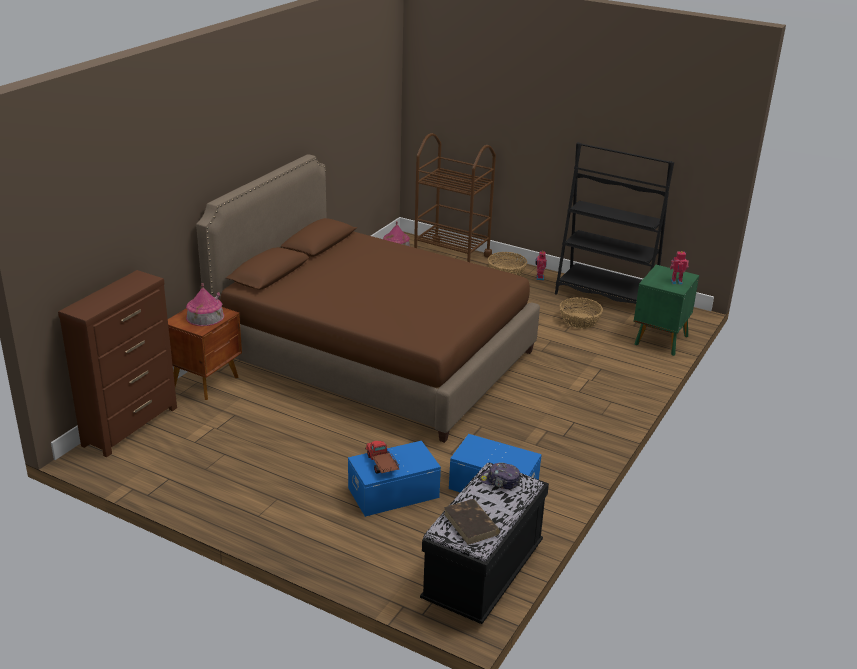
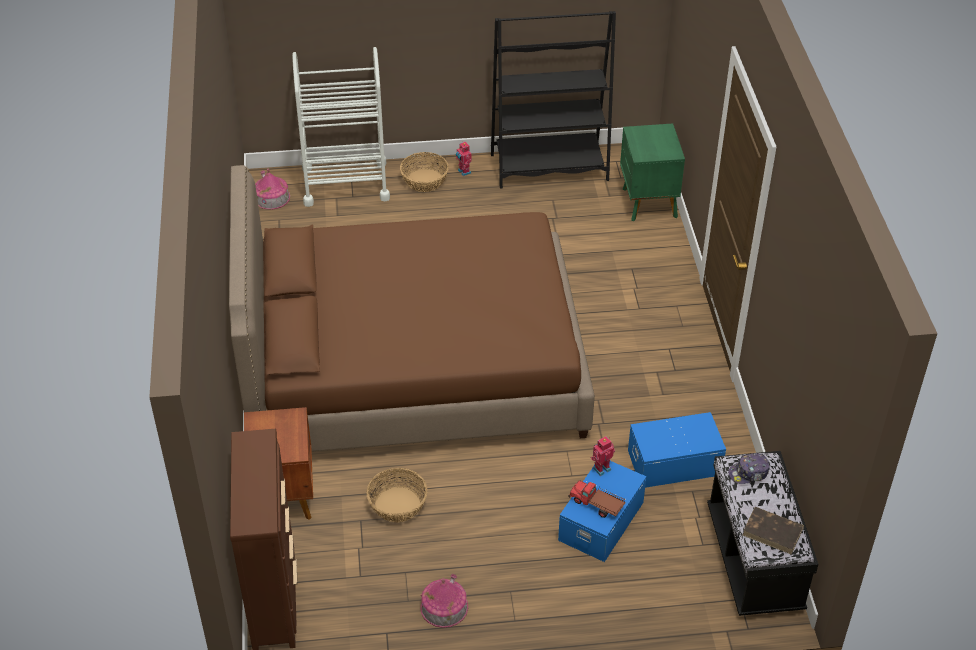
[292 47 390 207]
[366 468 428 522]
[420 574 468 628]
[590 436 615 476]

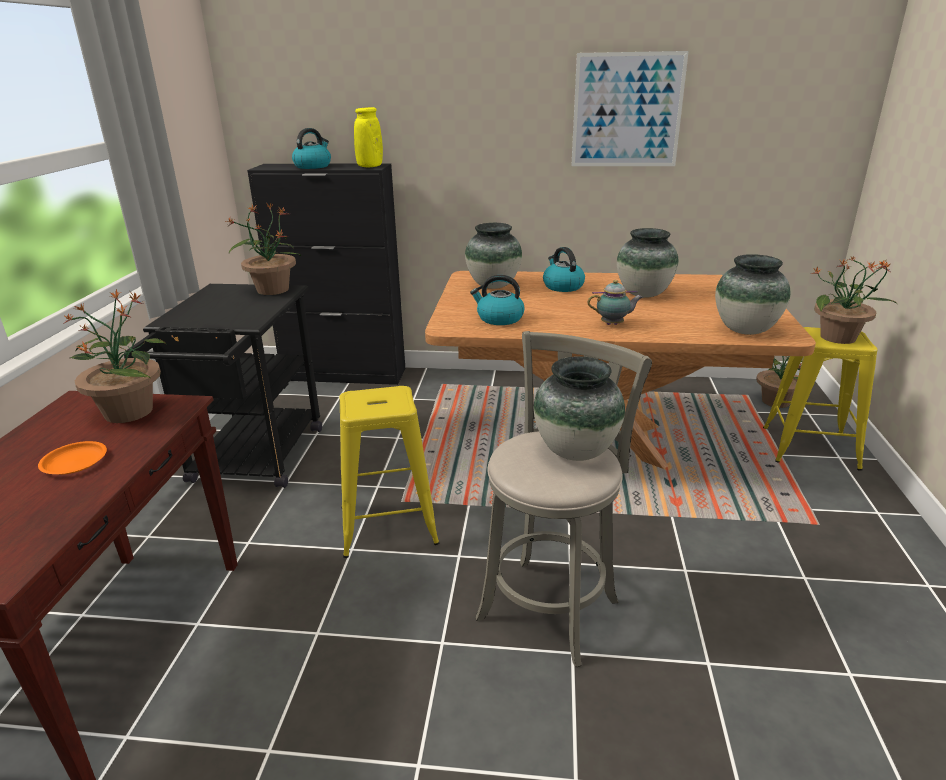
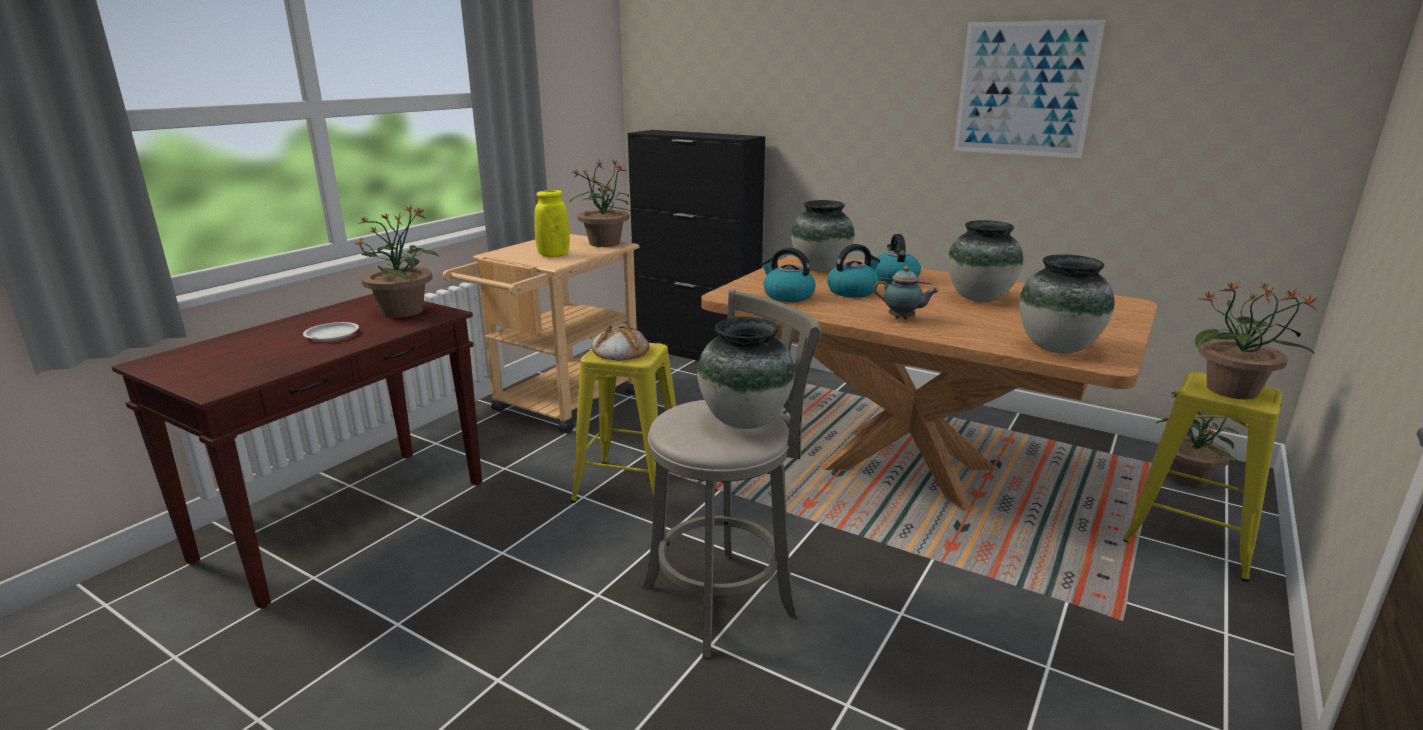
[303 322 359 341]
[442 234 640 434]
[534 190 570 257]
[592 325 649 361]
[827 244 880 298]

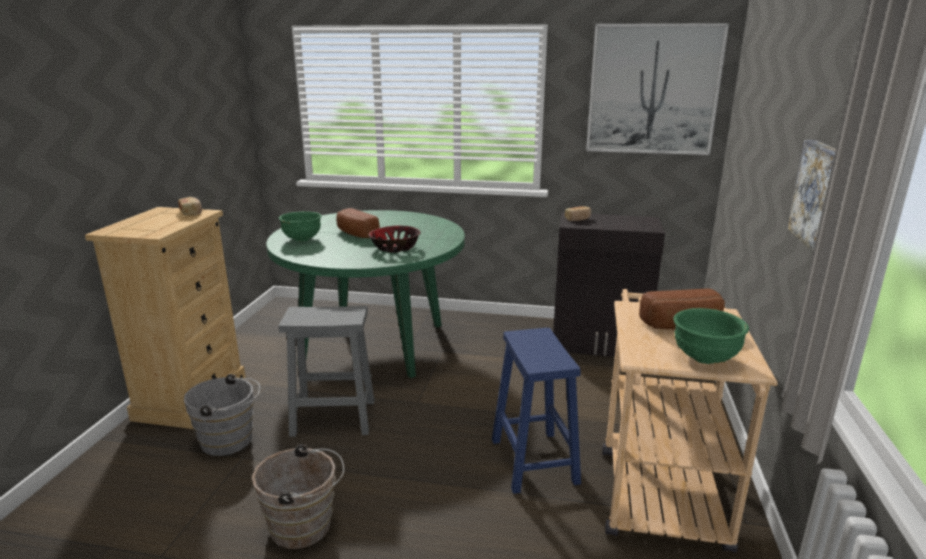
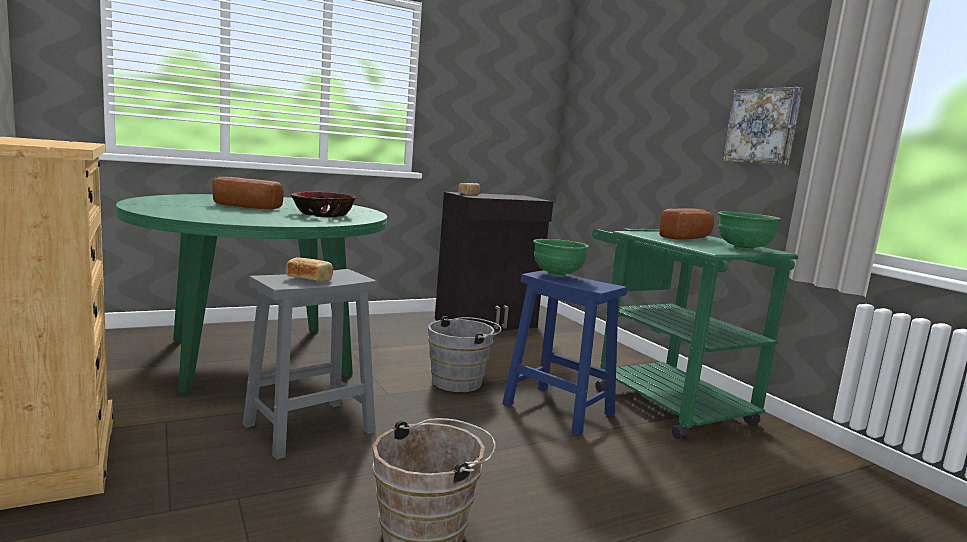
[286 257 333 282]
[428 316 501 392]
[533 239 589 277]
[592 229 798 439]
[586 23 729 155] (first image)

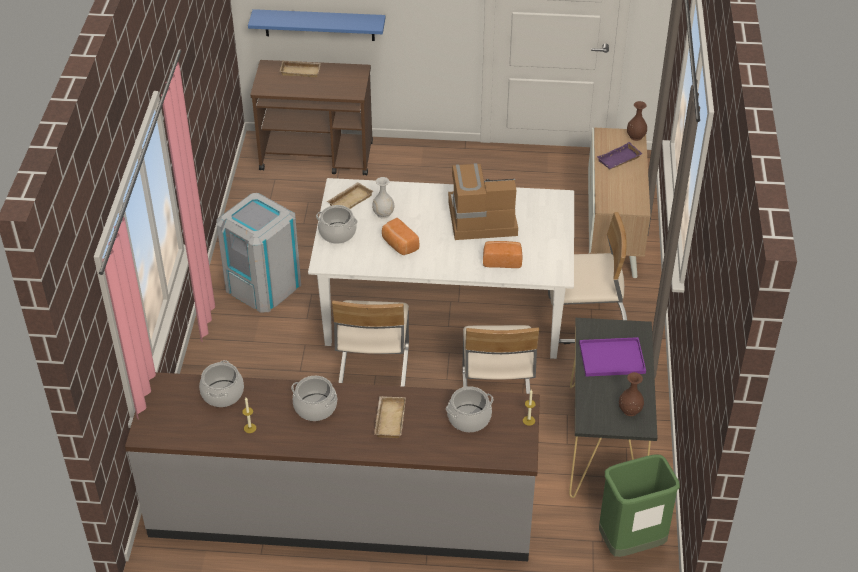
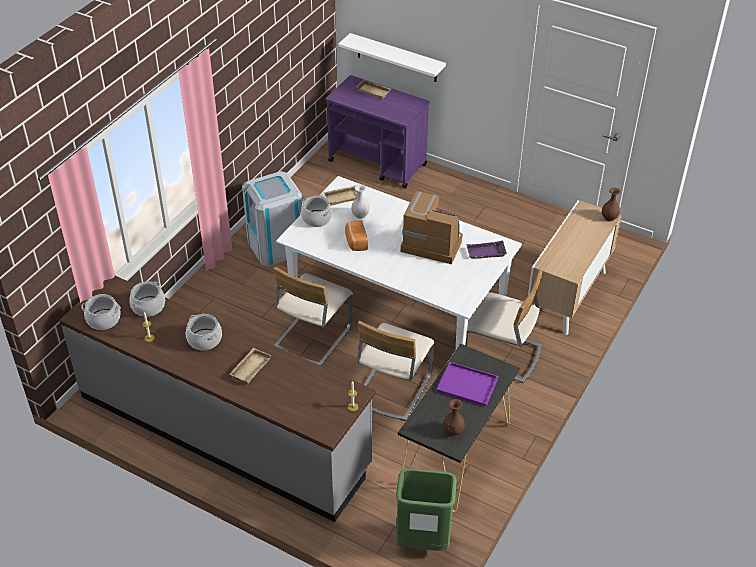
[81 294 121 330]
[326 75 430 189]
[338 33 446 82]
[466 241 507 259]
[483 241 522 268] (first image)

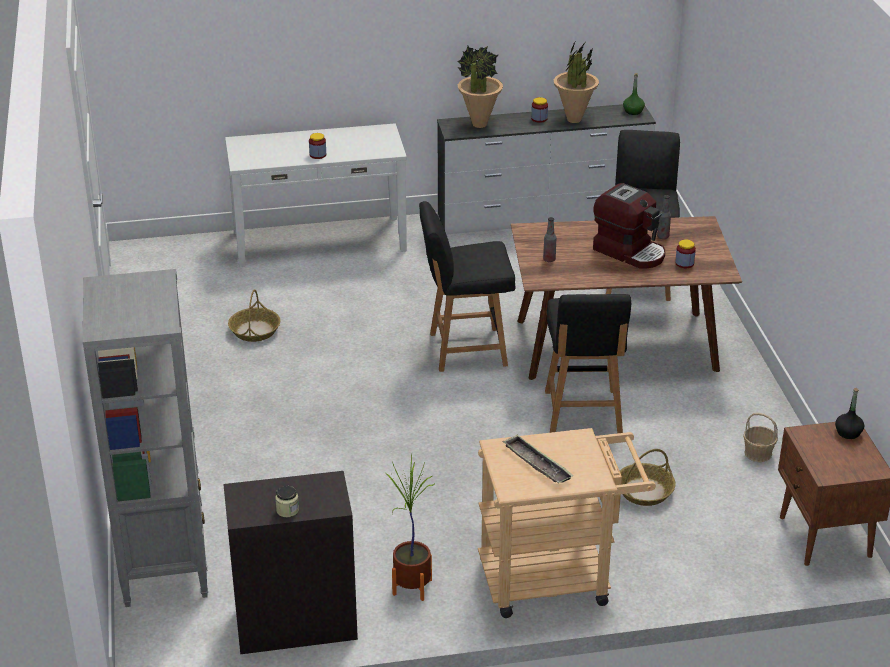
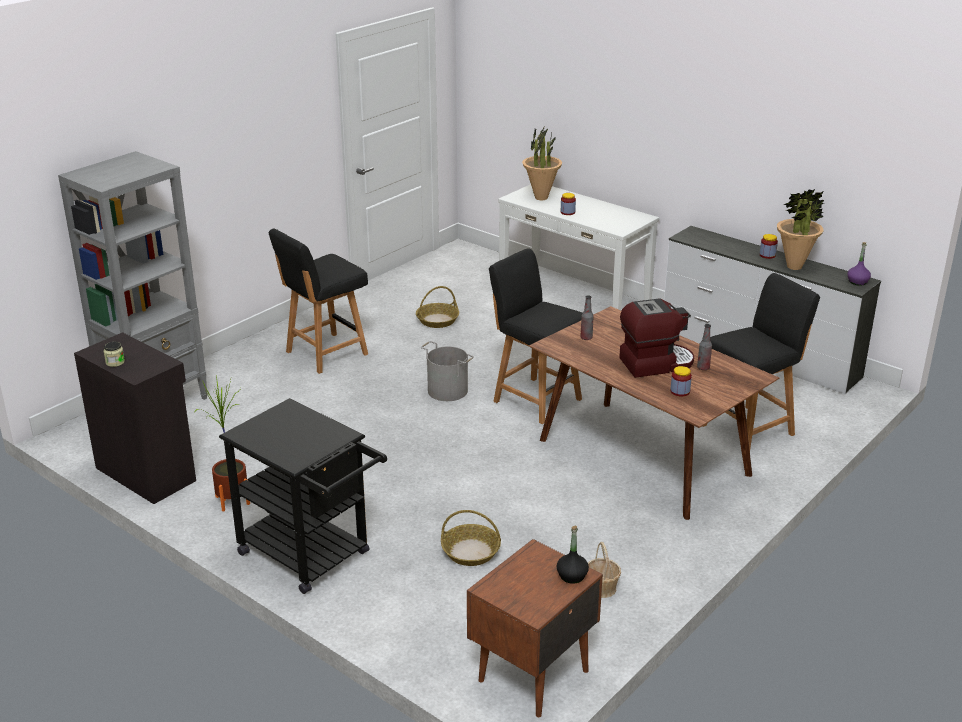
[219 398 387 594]
[269 229 368 374]
[421 341 474 401]
[522 128 562 200]
[619 298 694 378]
[847 242 871 286]
[503 434 574 483] (first image)

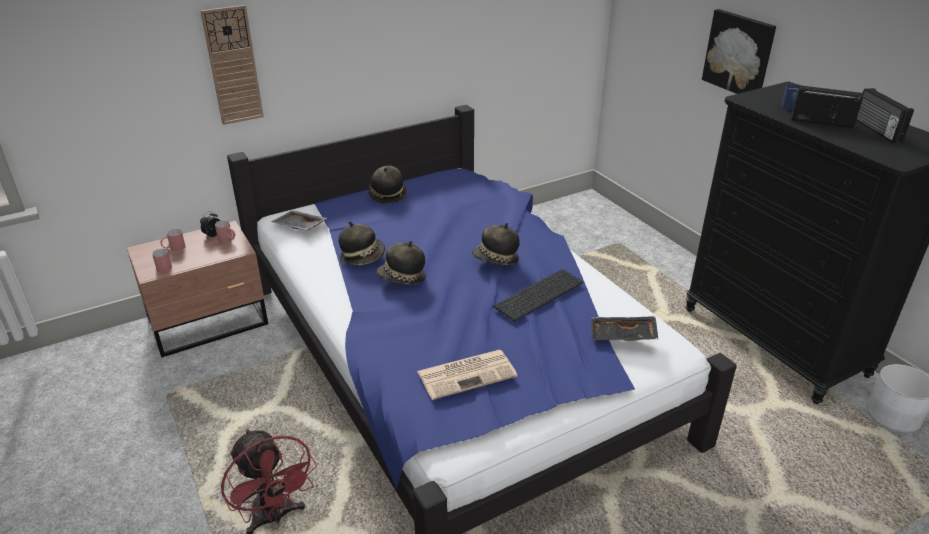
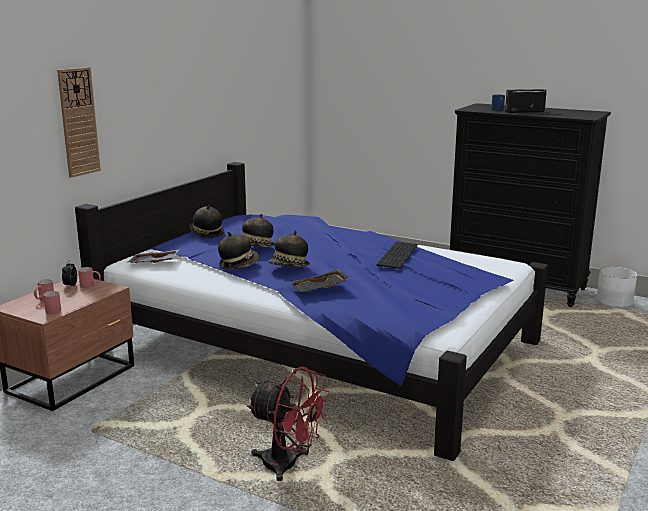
[242 214 275 247]
[290 270 350 292]
[417 350 517 400] (first image)
[702 9 776 94] (first image)
[856 88 914 143] (first image)

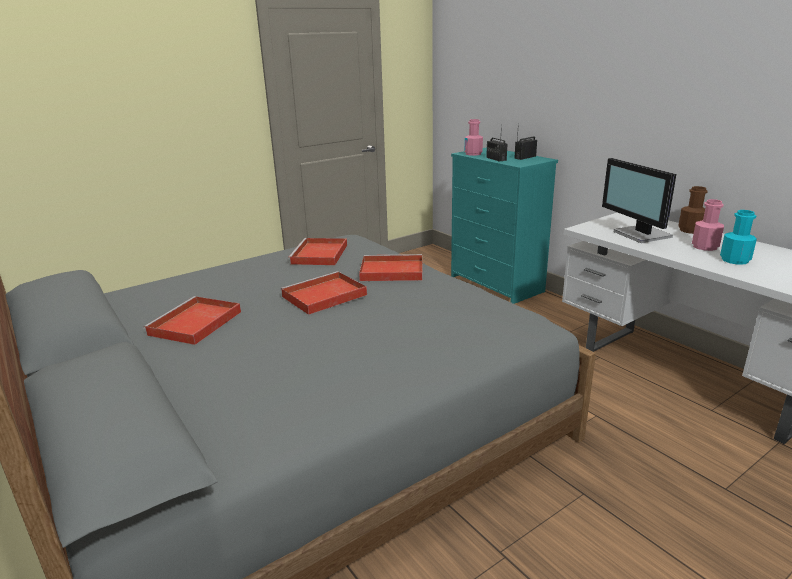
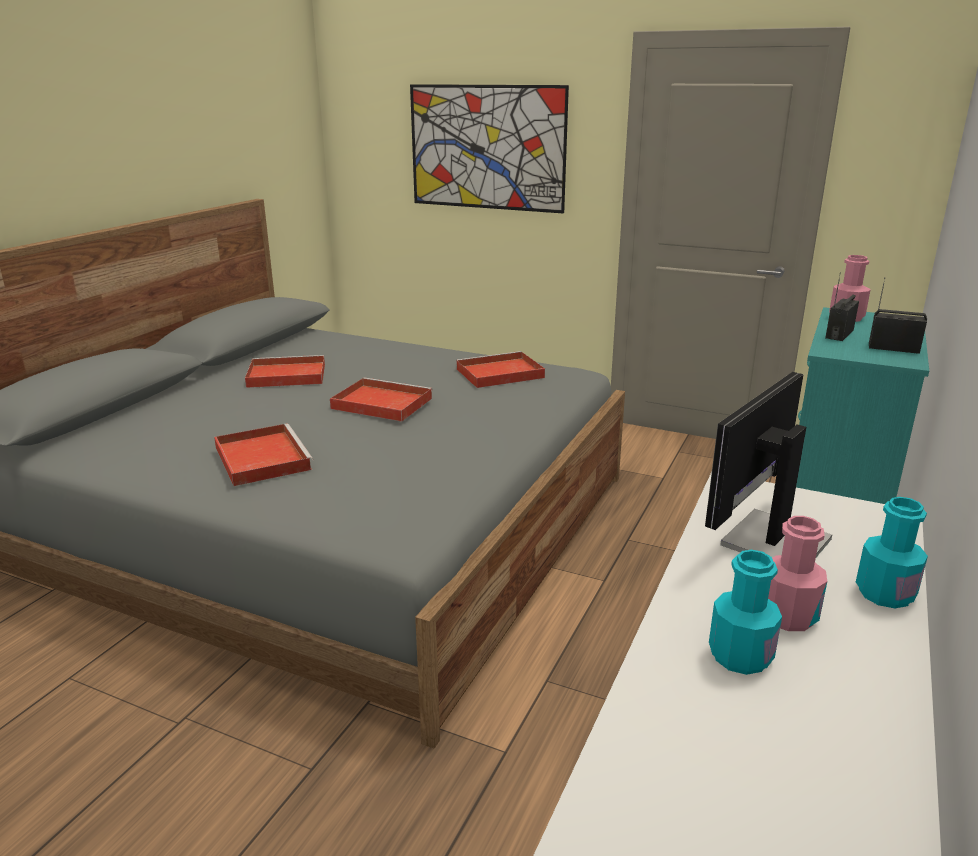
[214 424 314 486]
[410 84 569 214]
[856 497 928 608]

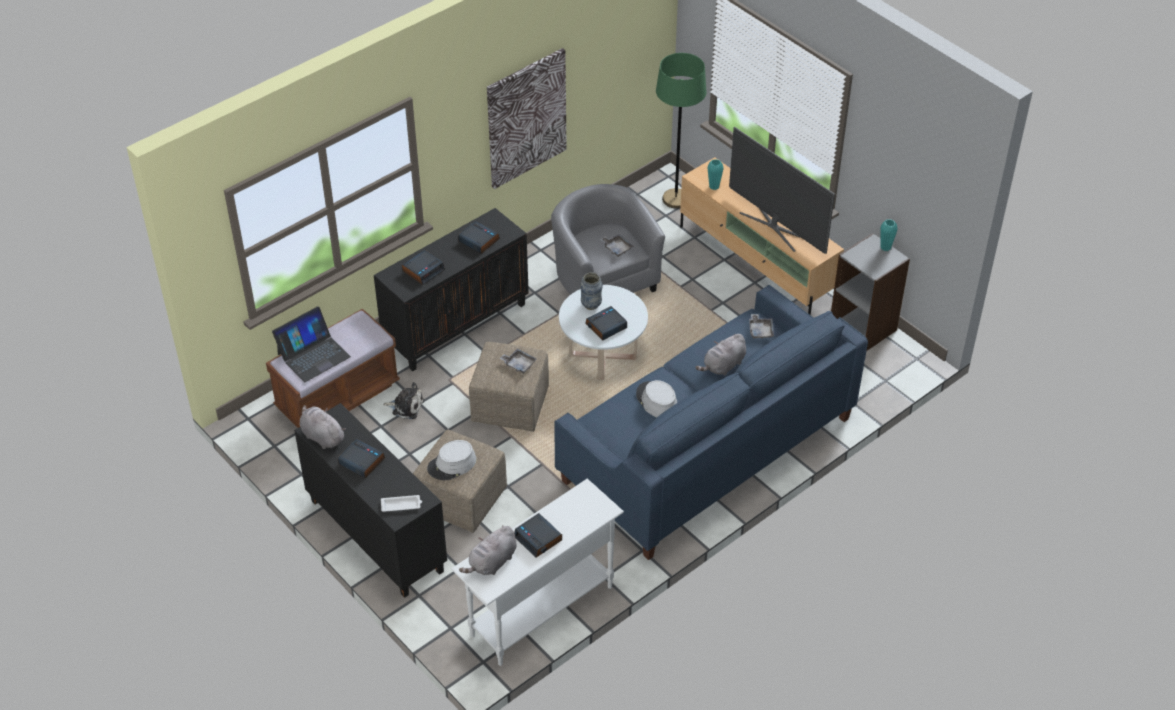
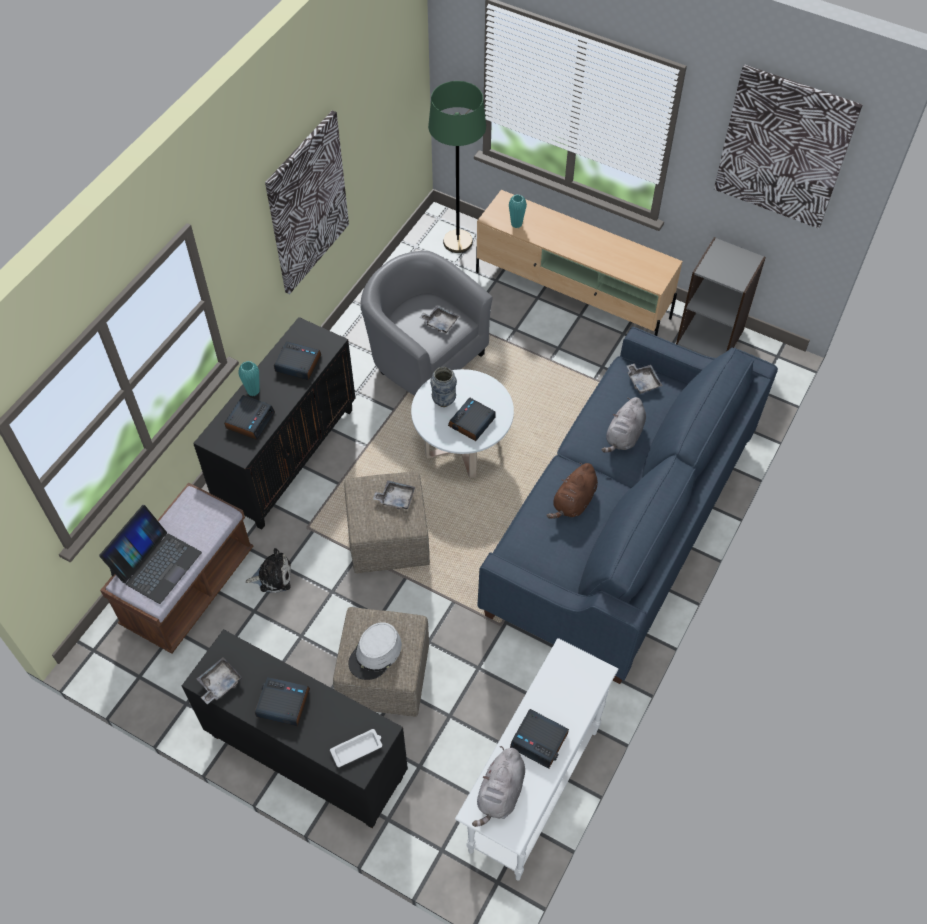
[197 658 243 704]
[238 361 260 396]
[546 463 598 519]
[714 65 863 229]
[729 127 835 254] (first image)

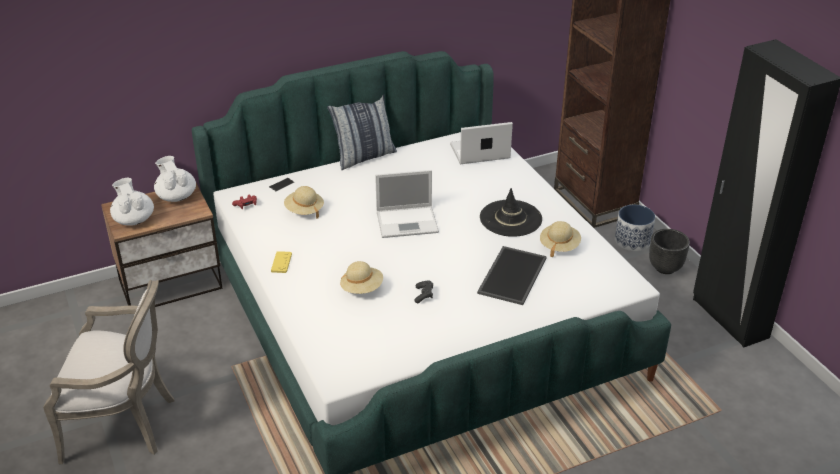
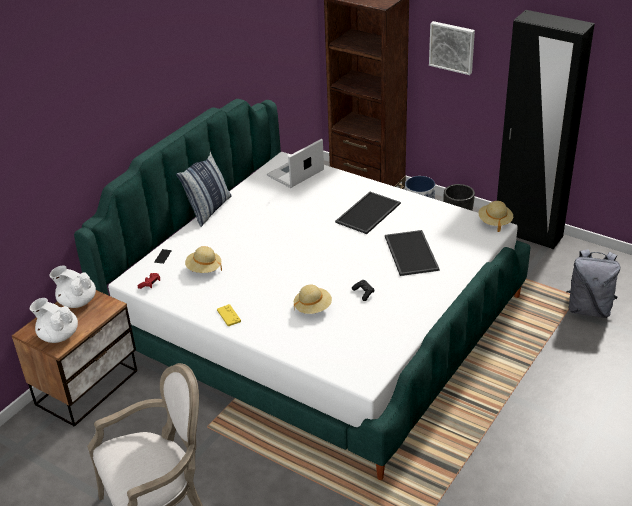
[335 192 401 234]
[429 21 475 75]
[478 201 513 232]
[566 249 620 318]
[375 170 439 238] (first image)

